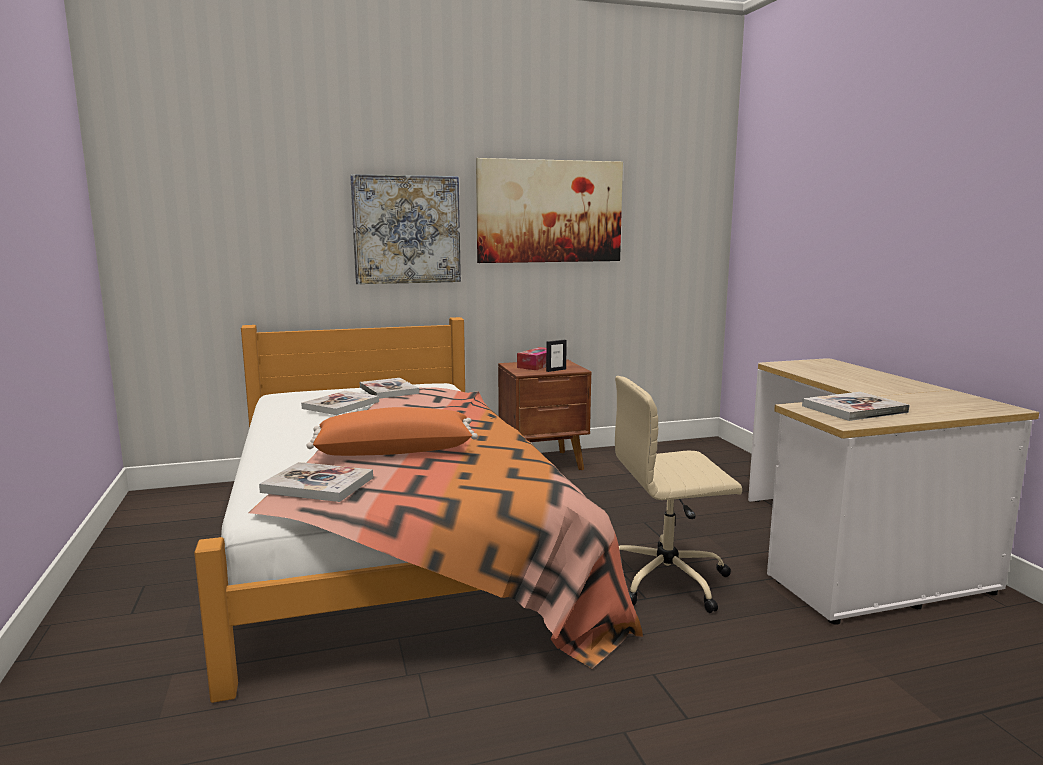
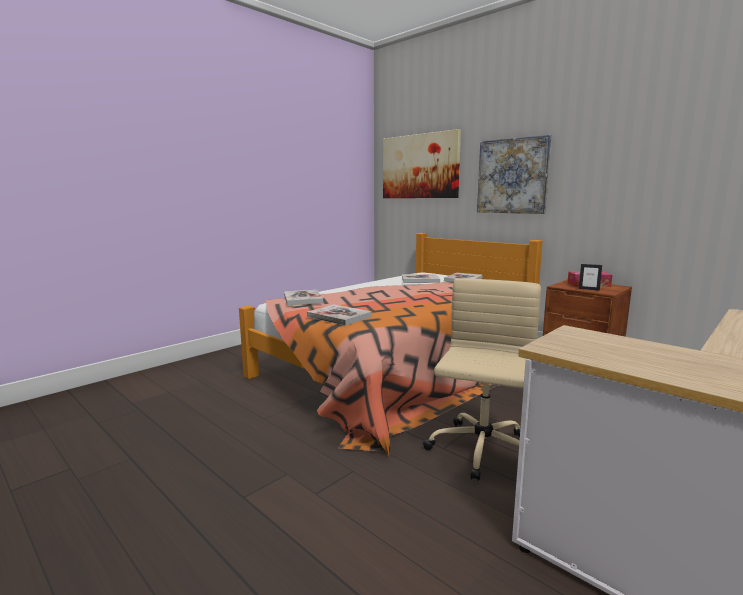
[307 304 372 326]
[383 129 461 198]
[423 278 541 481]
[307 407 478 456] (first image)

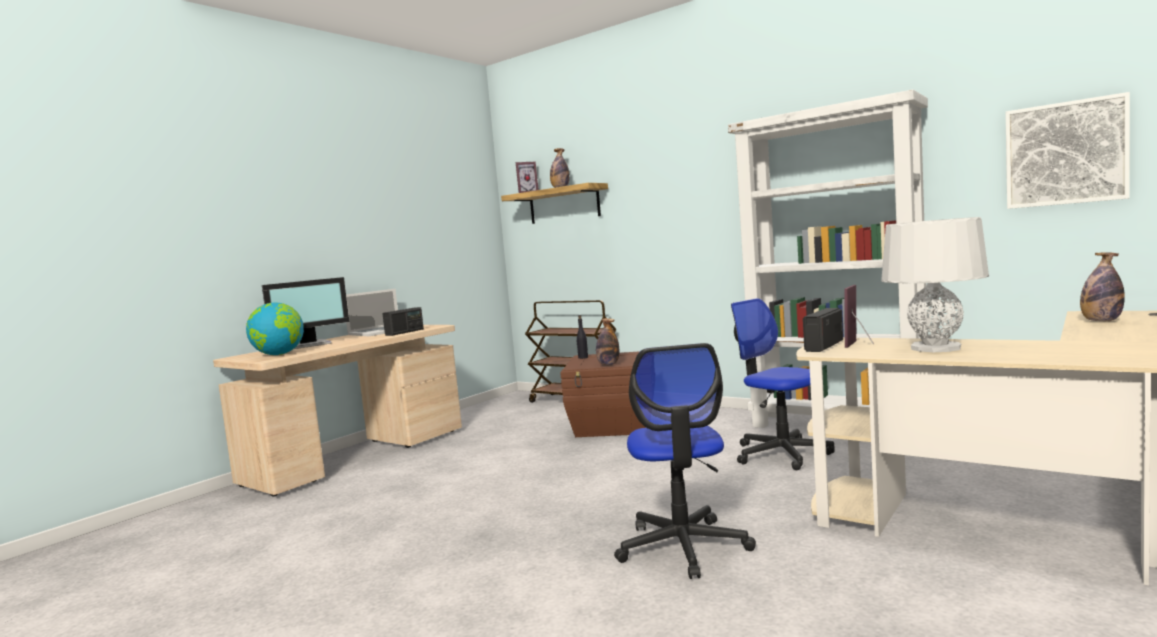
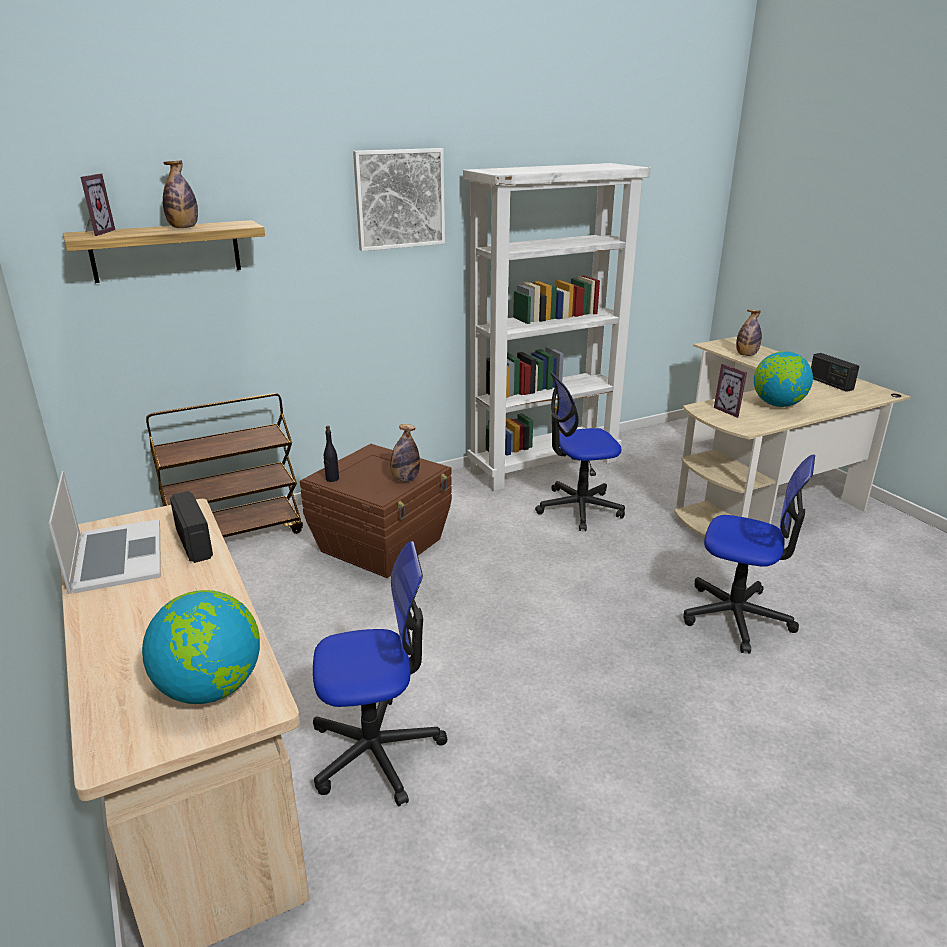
[313 541 448 806]
[353 148 445 251]
[754 351 813 407]
[811 353 859 392]
[262 277 349 349] (first image)

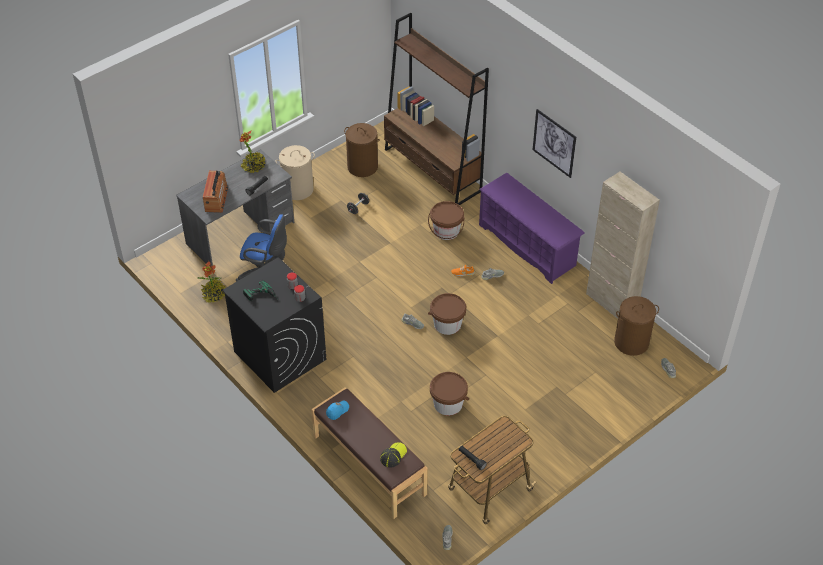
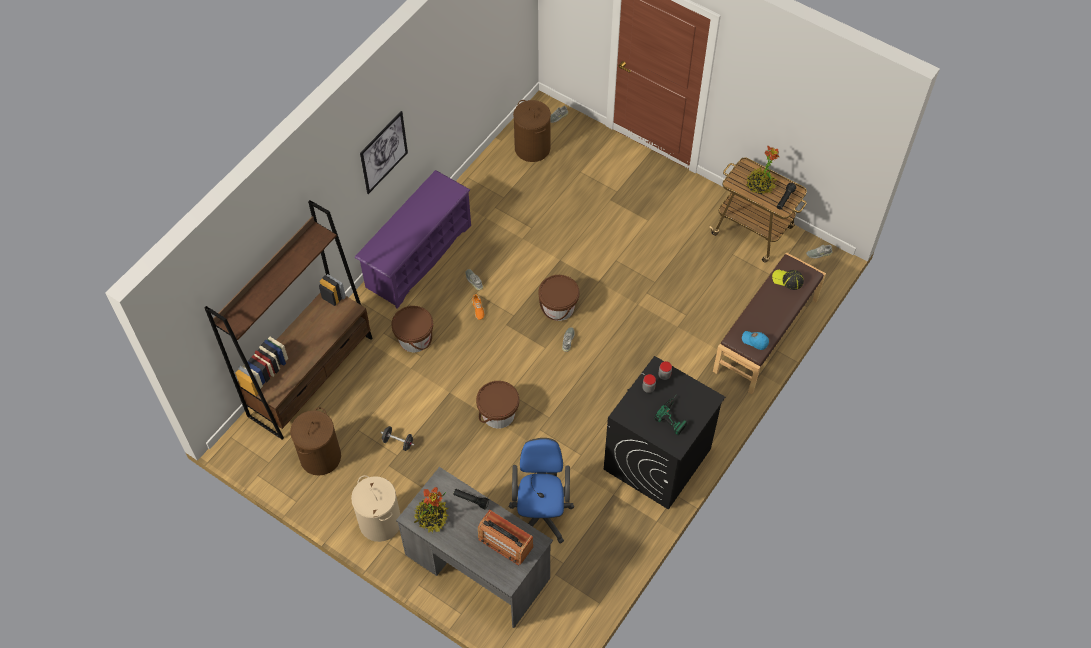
[476 381 519 429]
[478 510 533 566]
[746 145 779 194]
[586 172 660 319] (first image)

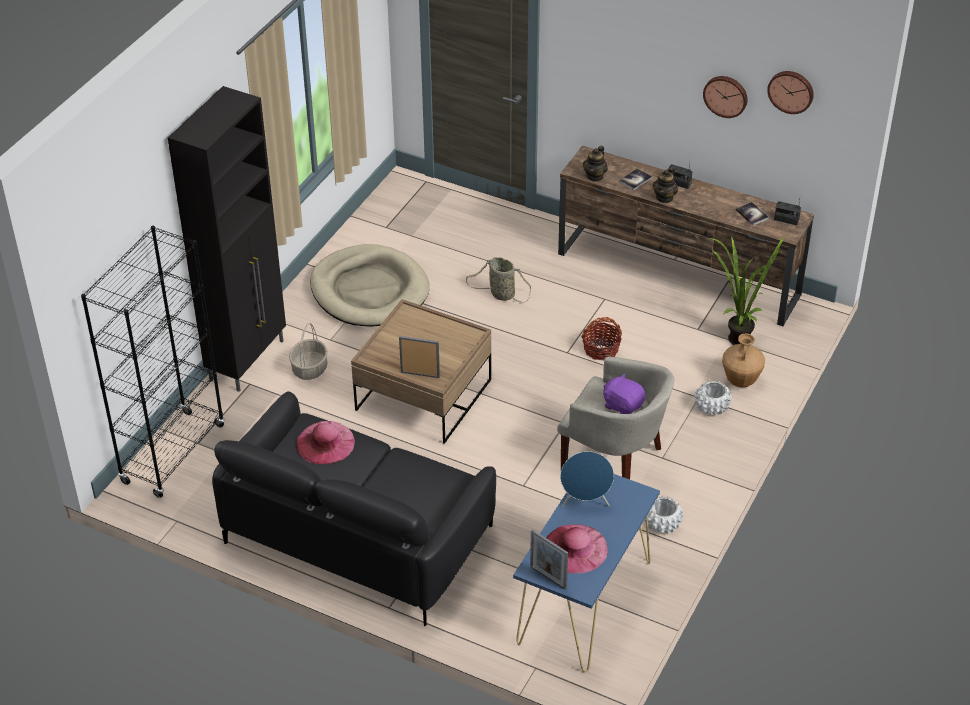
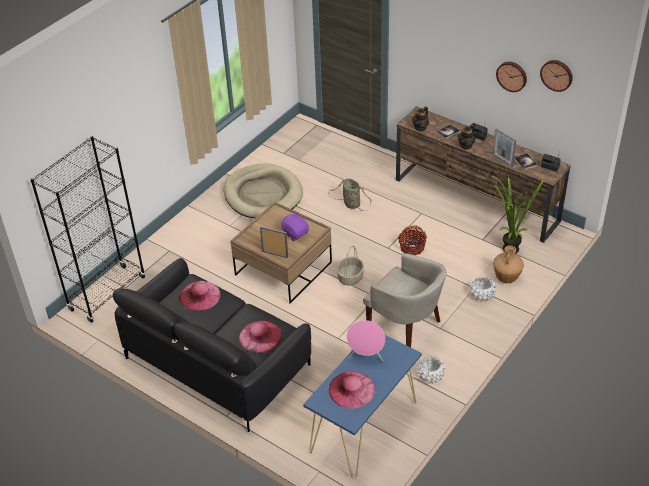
[239 321 282 353]
[280 212 309 241]
[336 246 364 286]
[347 320 385 362]
[493 129 516 166]
[168 86 286 392] (first image)

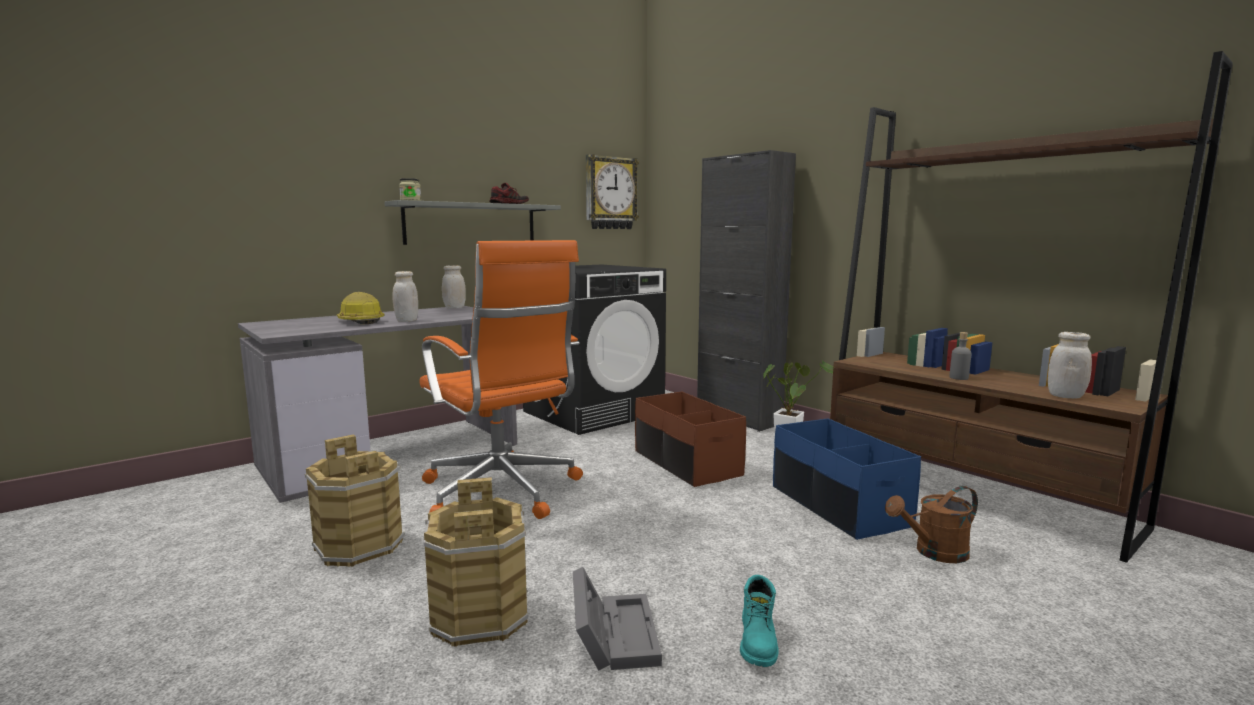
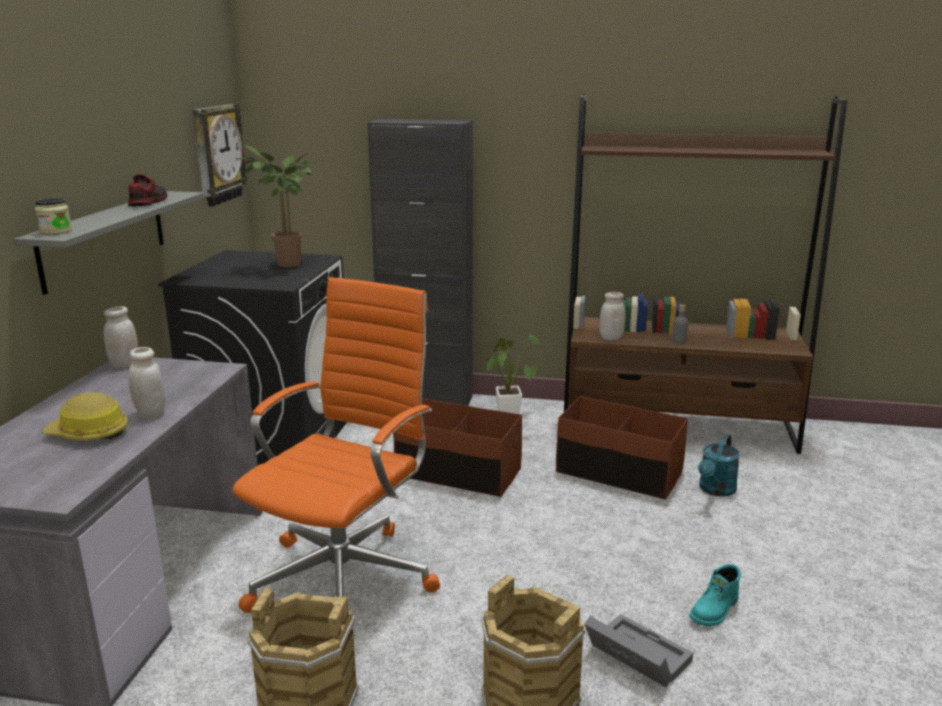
[233 277 440 613]
[237 145 316 267]
[556 396 688 500]
[600 292 625 340]
[689 564 741 626]
[698 434 740 497]

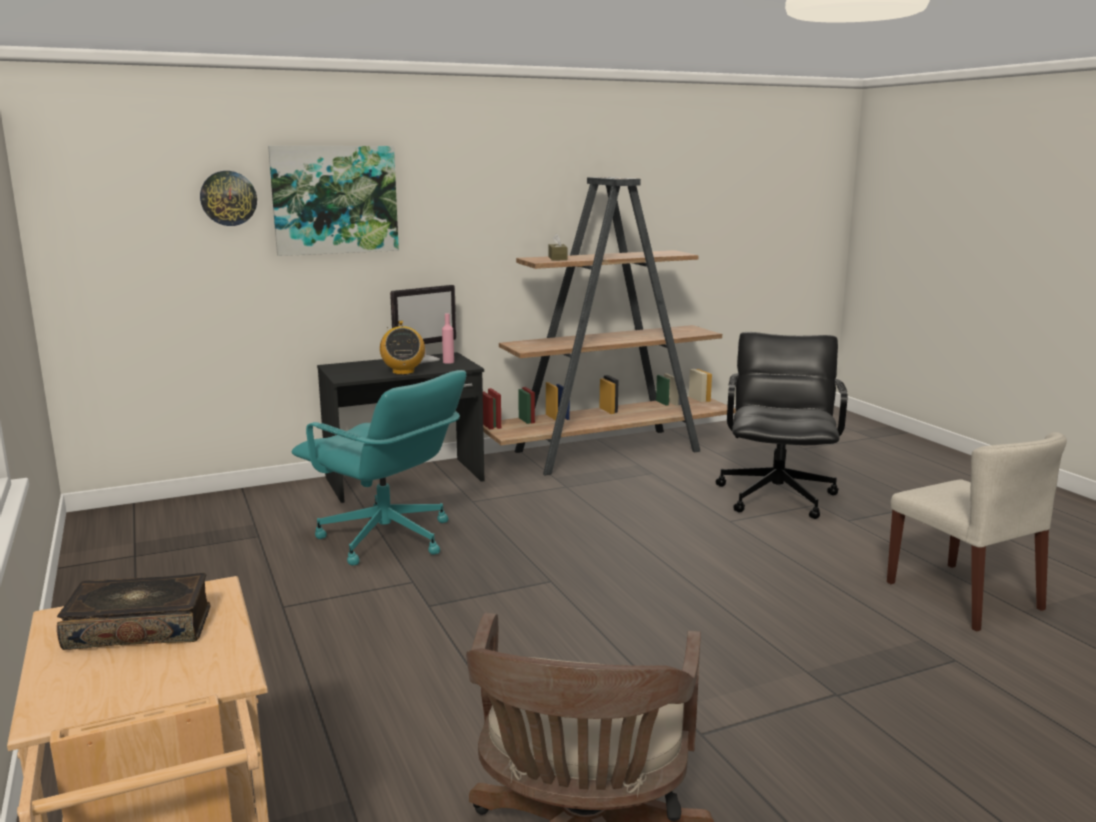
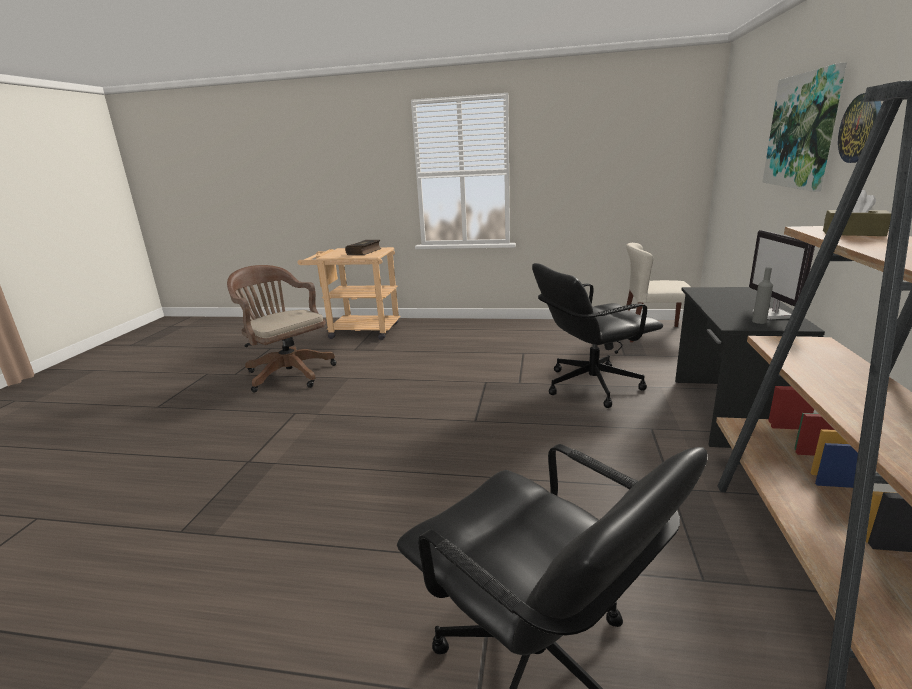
[532 263 663 408]
[626 243 690 342]
[752 268 773 324]
[838 93 882 163]
[380 321 425 375] (first image)

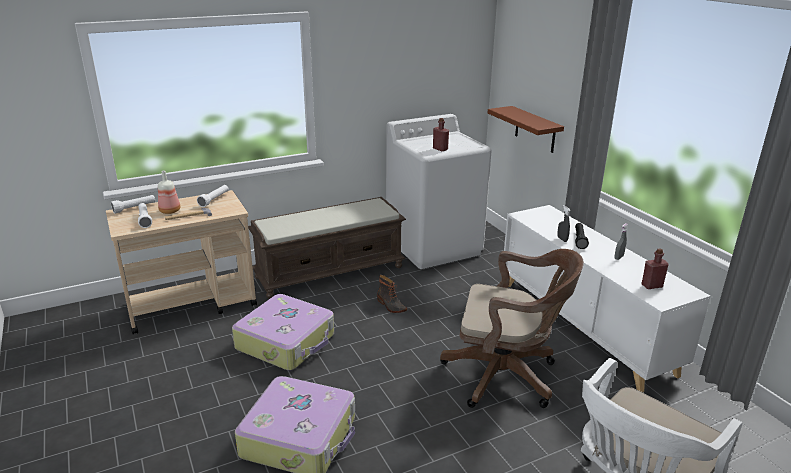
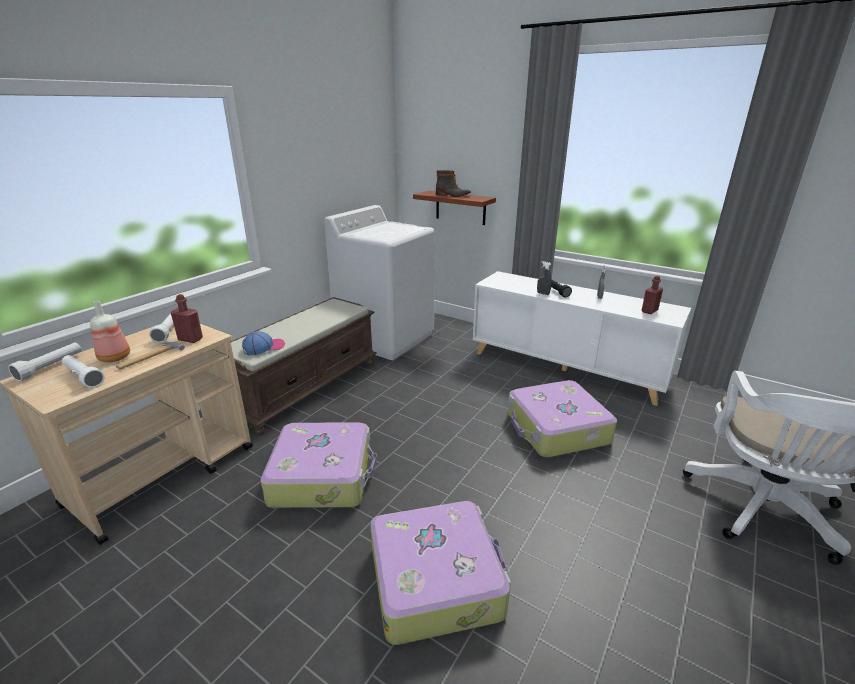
[171 294 203 343]
[242 331 285 355]
[436 170 471 197]
[508 380 617 457]

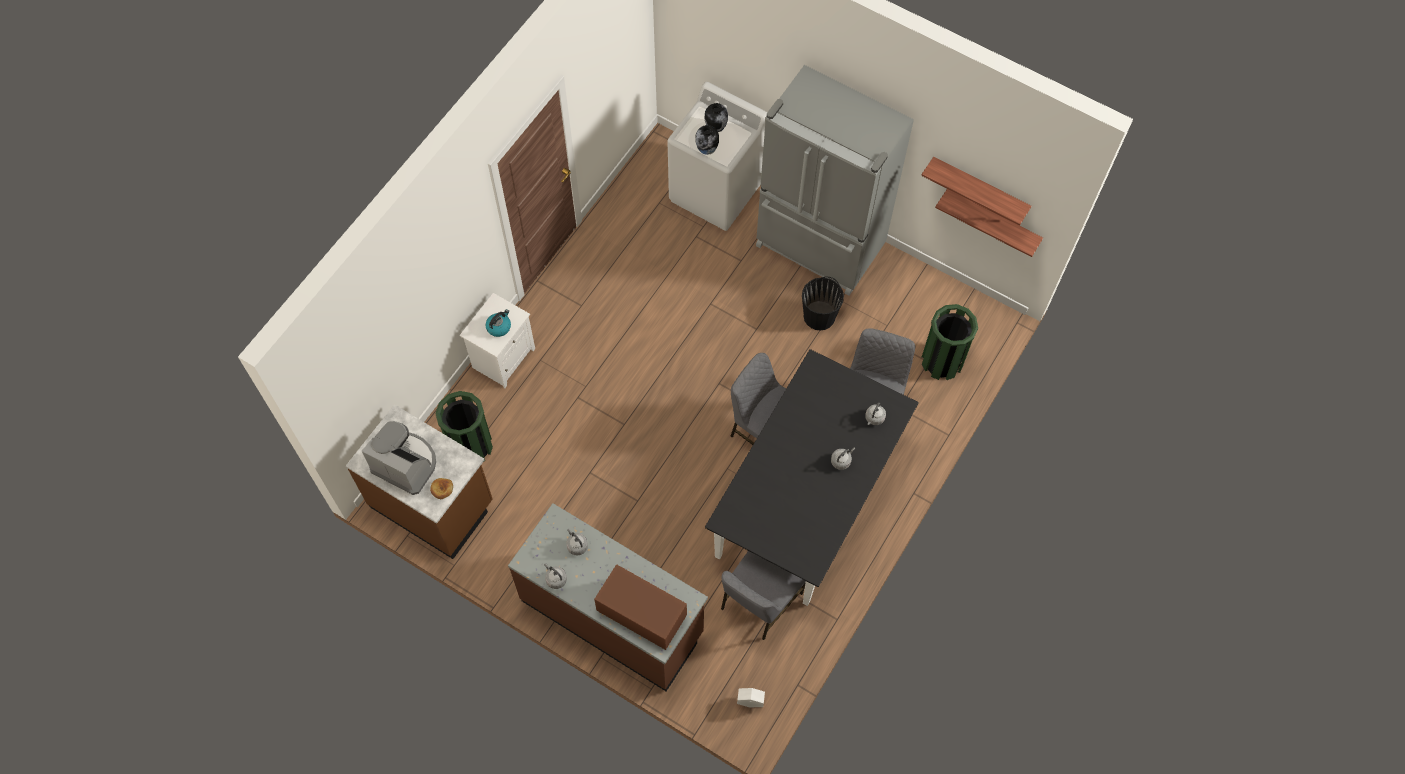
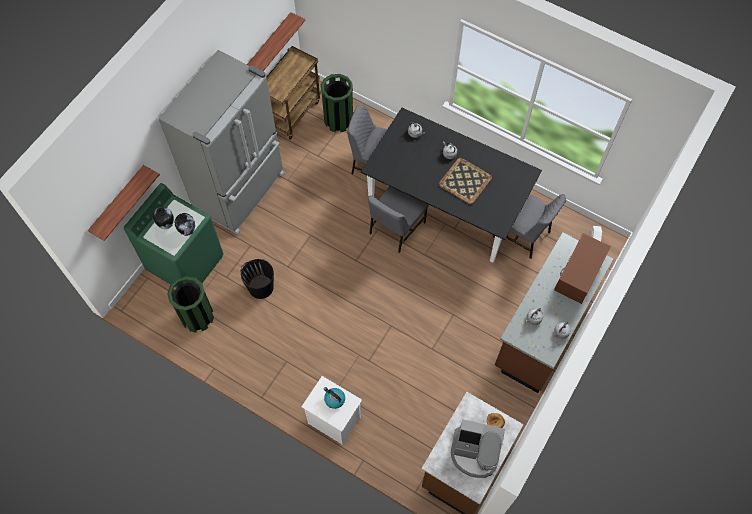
[88 165 160 241]
[124 183 223 288]
[167 276 214 332]
[241 259 274 299]
[266 46 321 140]
[439 158 492 204]
[451 419 505 478]

